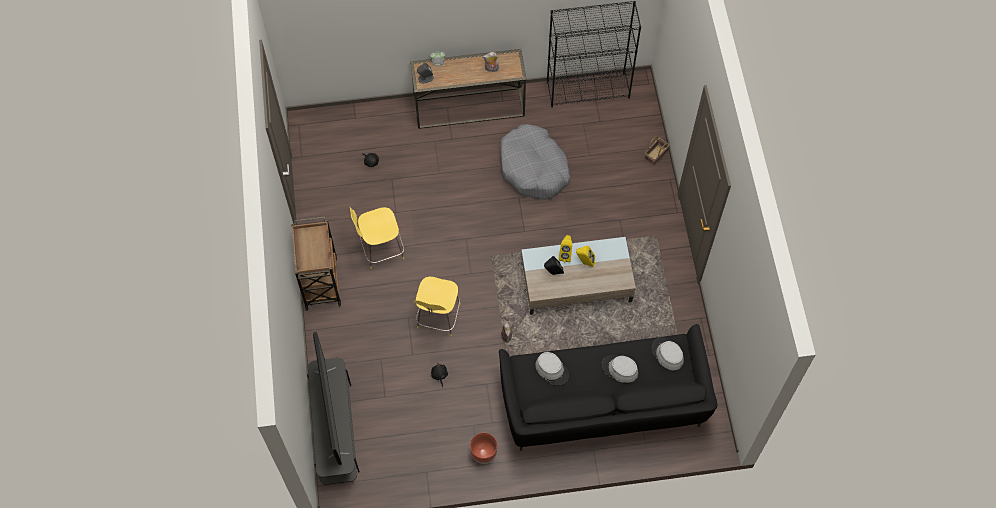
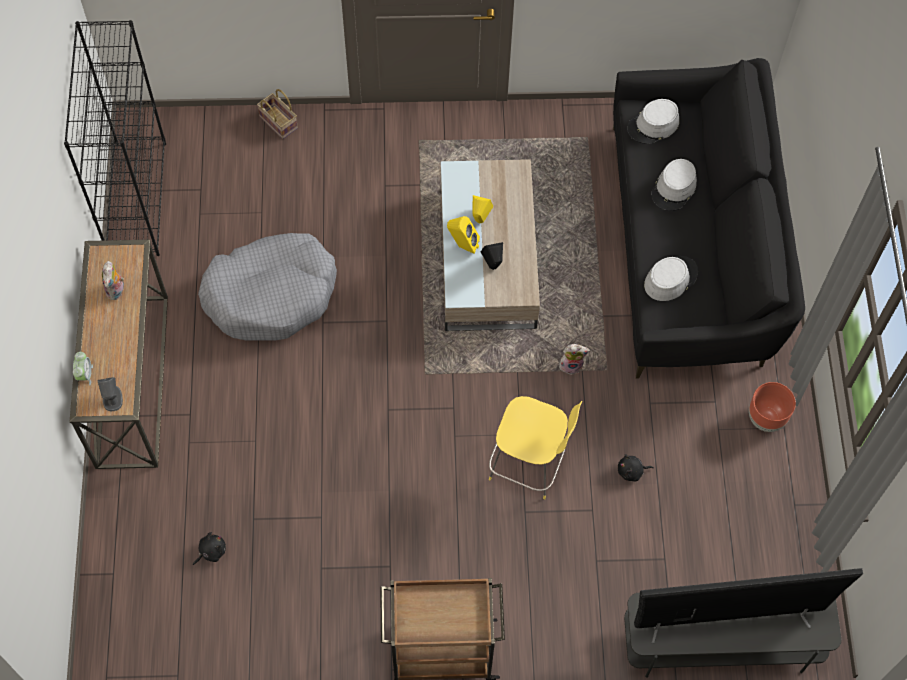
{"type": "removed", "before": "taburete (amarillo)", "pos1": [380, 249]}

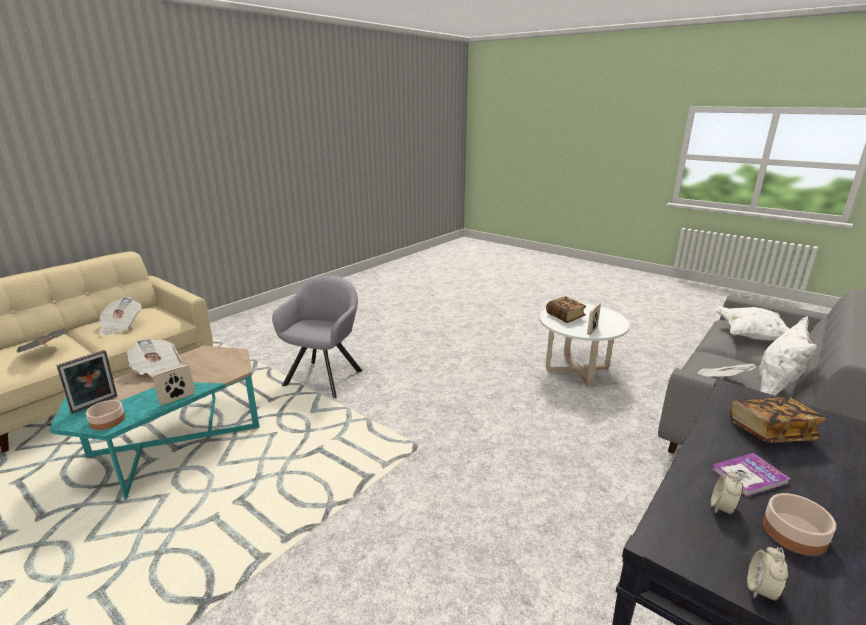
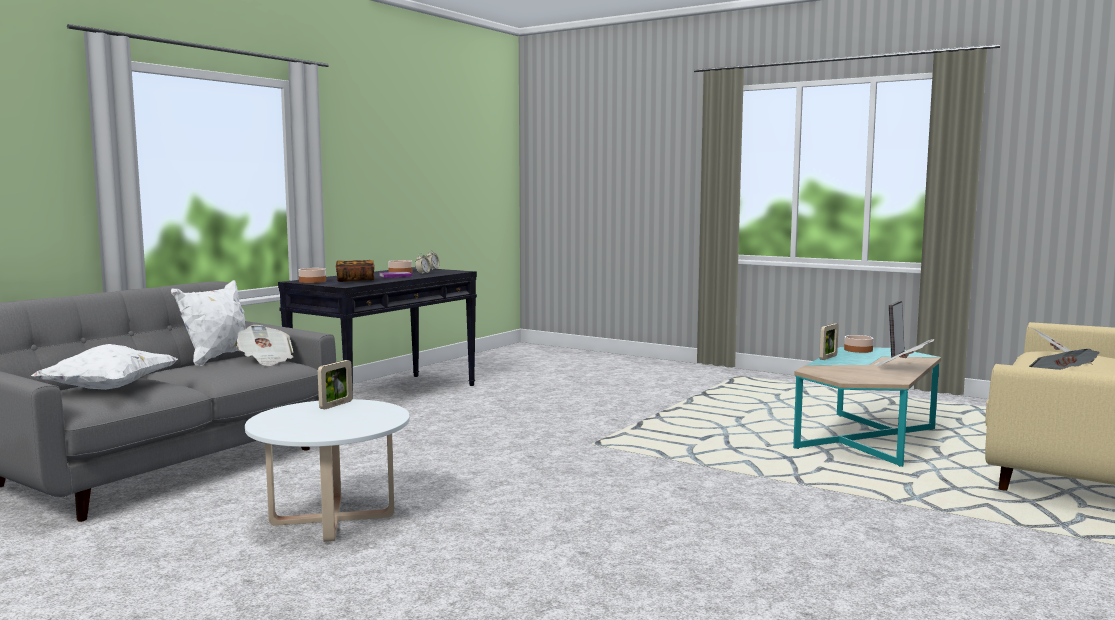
{"type": "removed", "before": "sillón (gris)", "pos1": [326, 376]}
{"type": "removed", "before": "libro", "pos1": [565, 316]}
{"type": "added", "after": "cuenco", "pos2": [312, 281]}

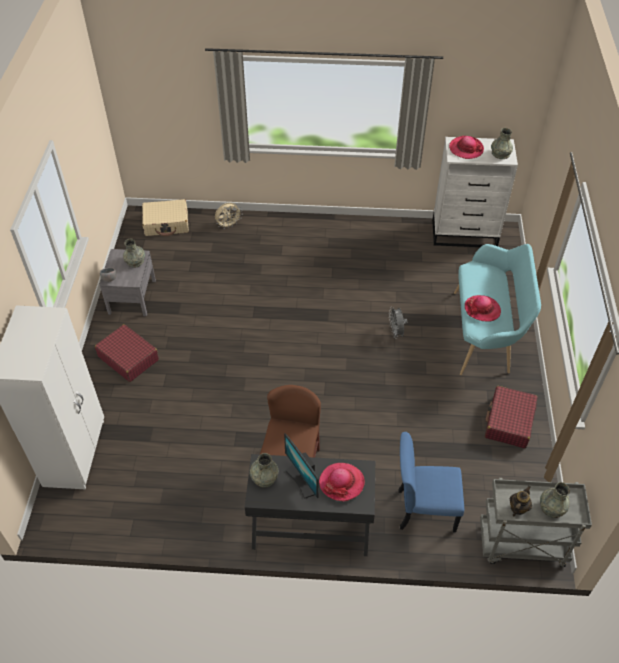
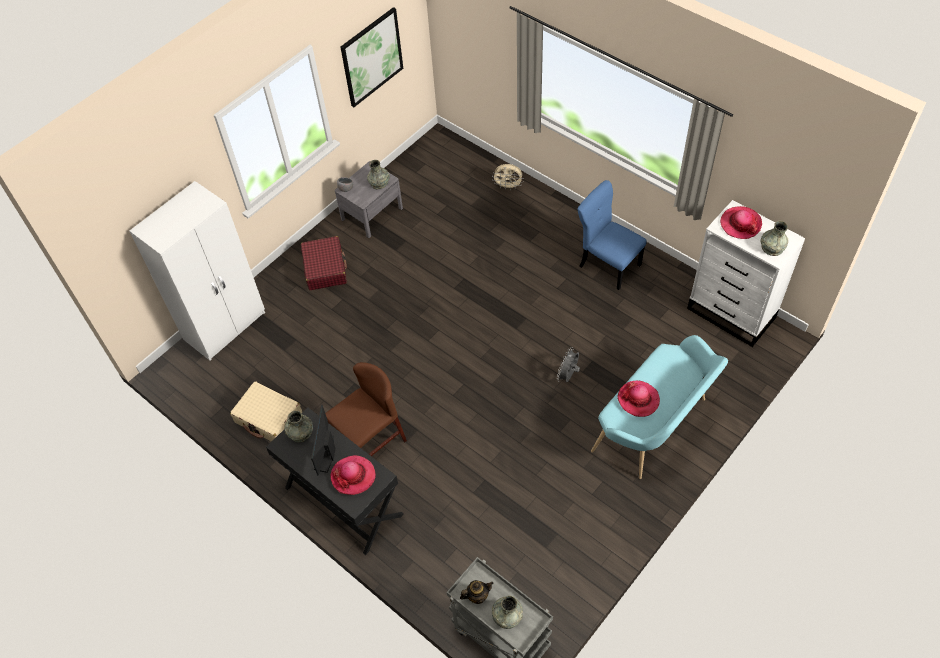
{"type": "removed", "before": "maleta (rojo)", "pos1": [509, 422]}
{"type": "added", "after": "cuadro", "pos2": [372, 57]}
{"type": "moved", "before": "maleta (beis)", "pos1": [166, 223], "pos2": [268, 418]}
{"type": "moved", "before": "silla (azul)", "pos1": [423, 509], "pos2": [607, 264]}

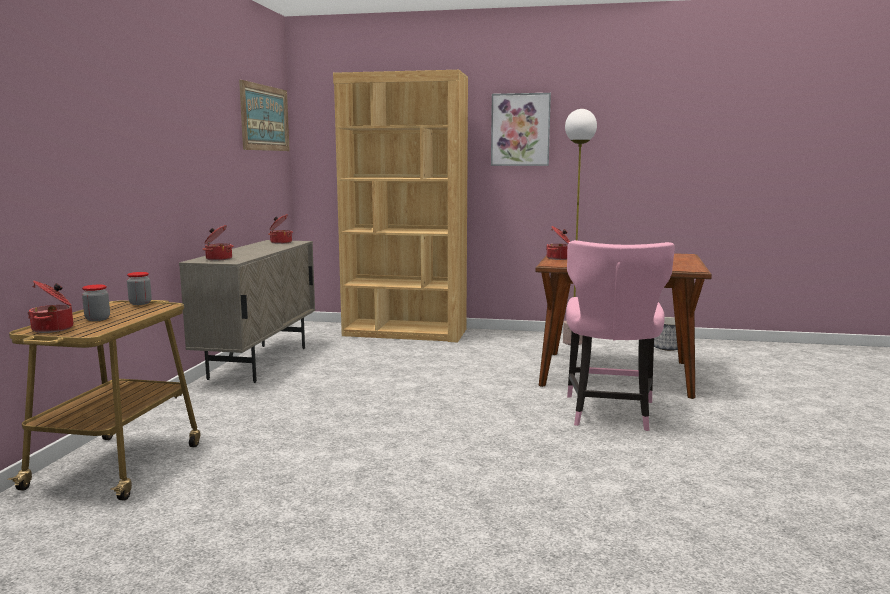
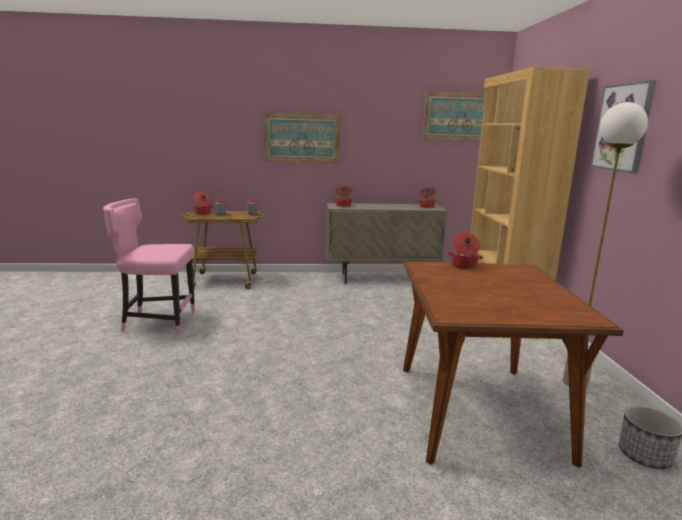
{"type": "added", "after": "cuadro", "pos2": [302, 138]}
{"type": "moved", "before": "silla (rosa)", "pos1": [609, 413], "pos2": [157, 322]}

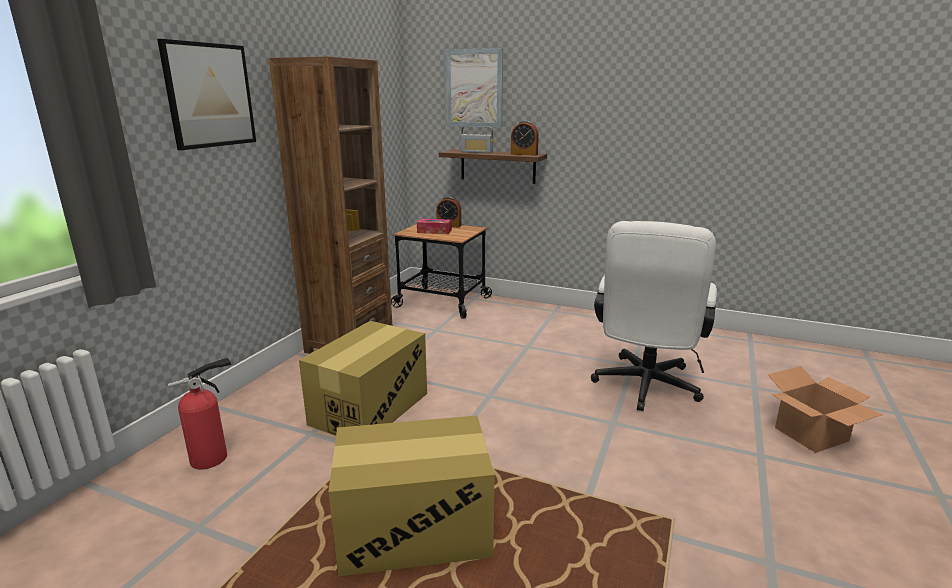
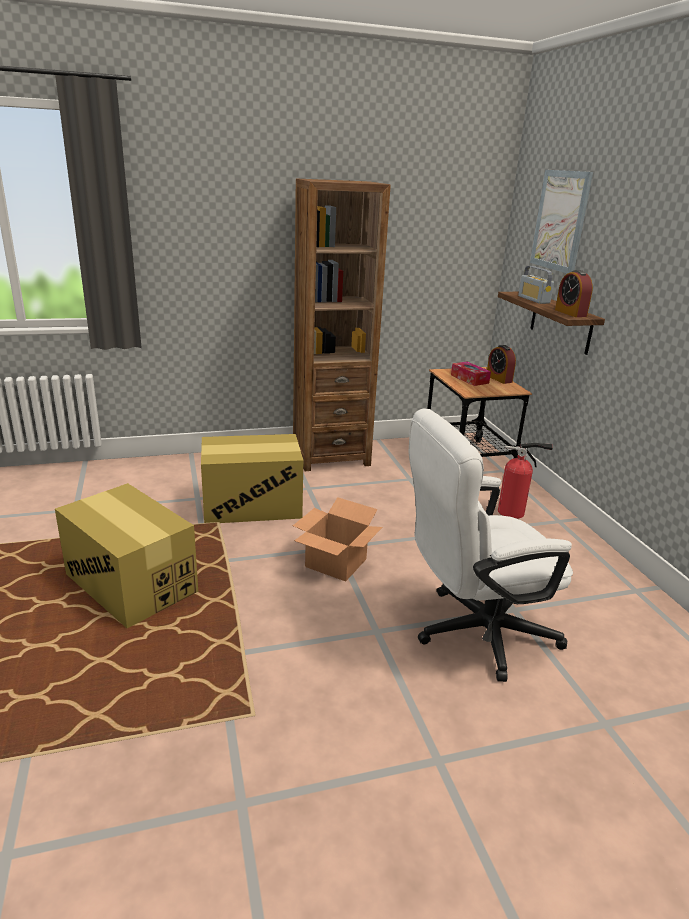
{"type": "removed", "before": "cuadro", "pos1": [210, 95]}
{"type": "moved", "before": "extintor", "pos1": [213, 457], "pos2": [514, 512]}
{"type": "moved", "before": "caja de cartón", "pos1": [811, 434], "pos2": [337, 563]}

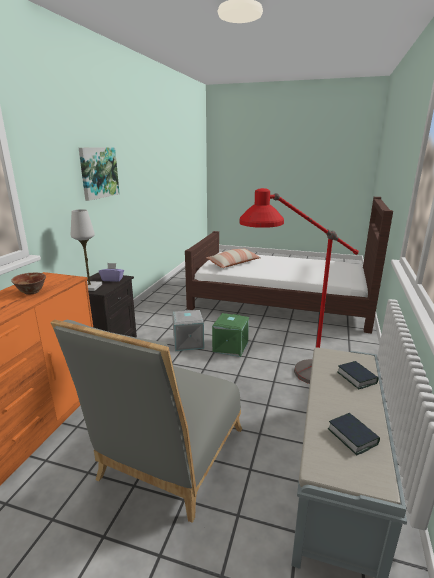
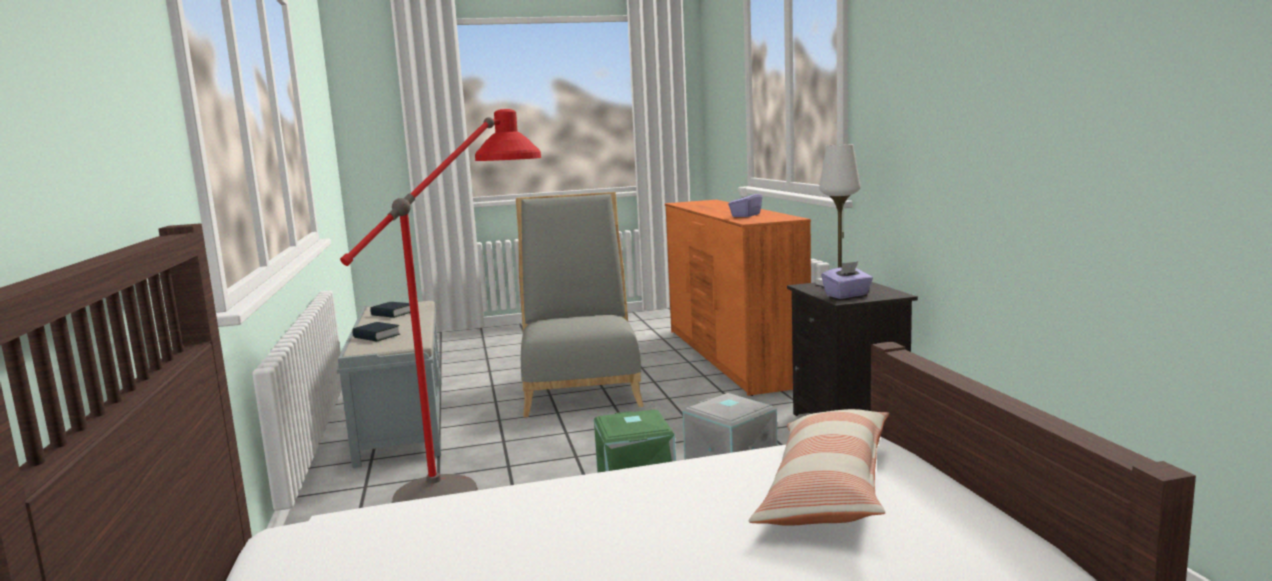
{"type": "removed", "before": "cuadro", "pos1": [98, 172]}
{"type": "replaced", "before": "cuenco", "after": "caja de pañuelos (morado)", "pos1": [31, 292], "pos2": [745, 215]}

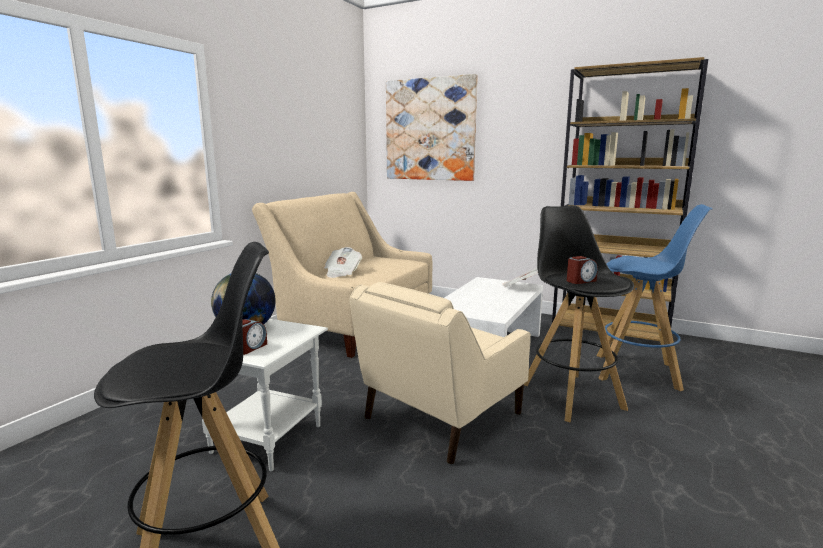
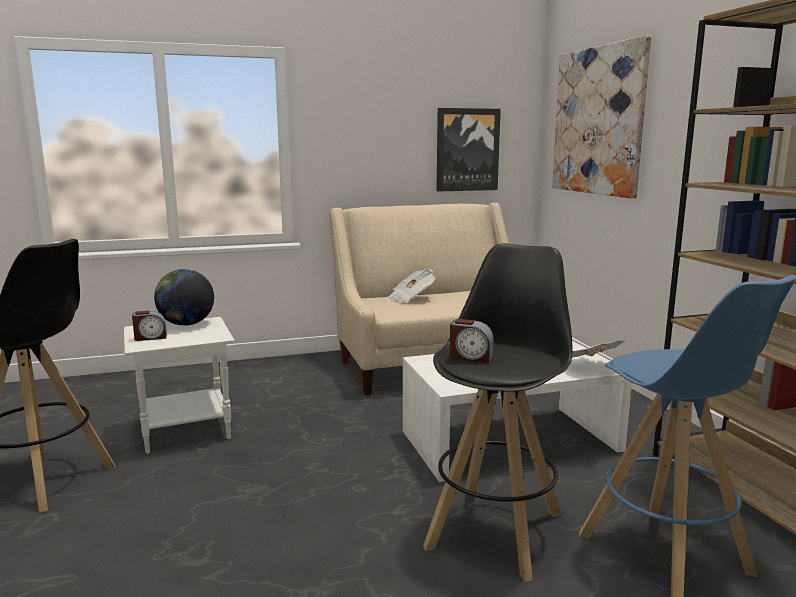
{"type": "removed", "before": "sillón (beis)", "pos1": [440, 417]}
{"type": "added", "after": "cuadro", "pos2": [467, 150]}

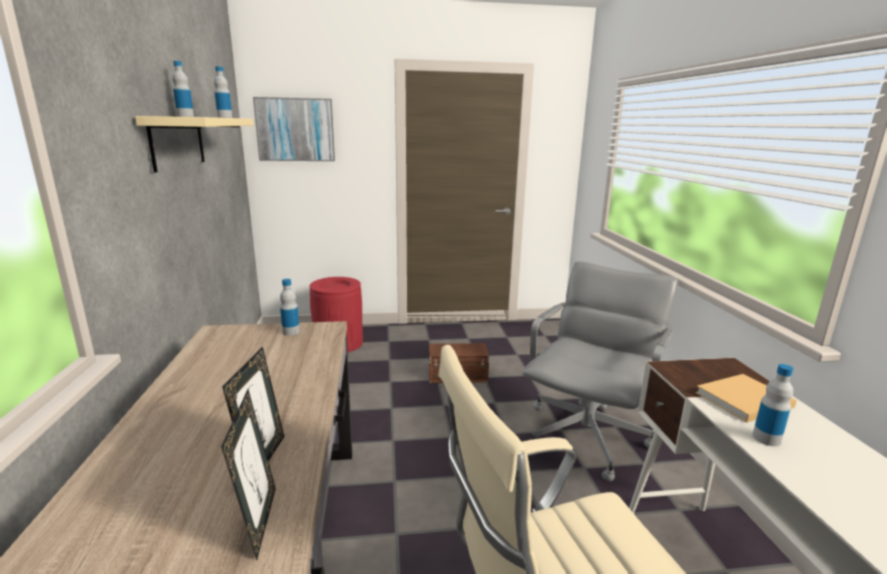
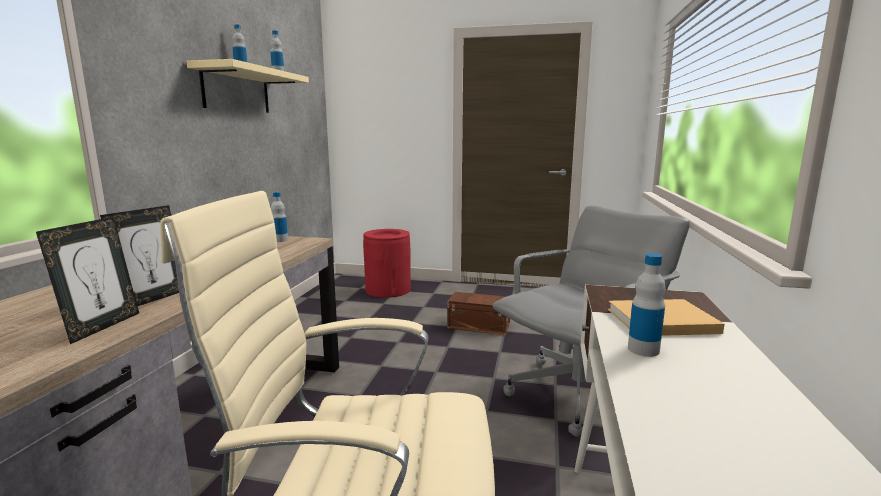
{"type": "removed", "before": "cuadro", "pos1": [295, 130]}

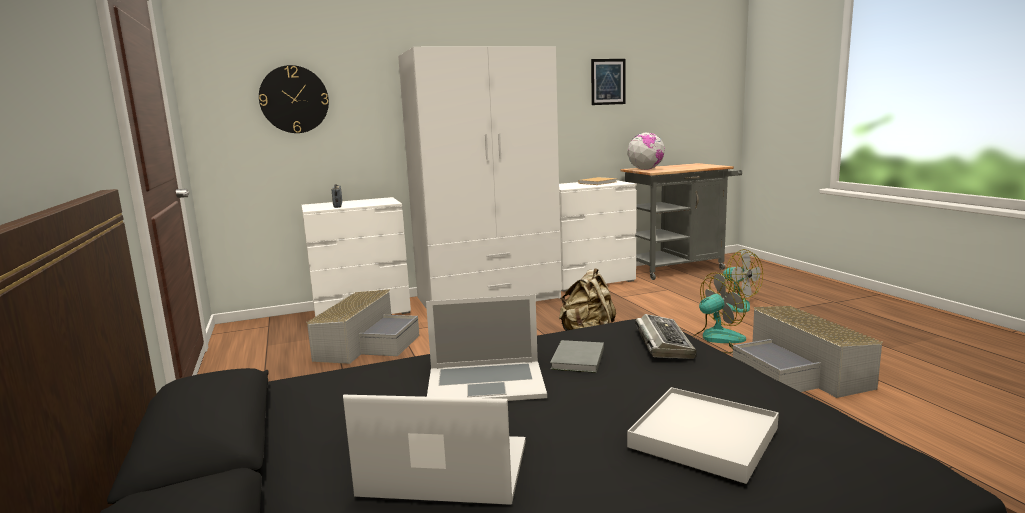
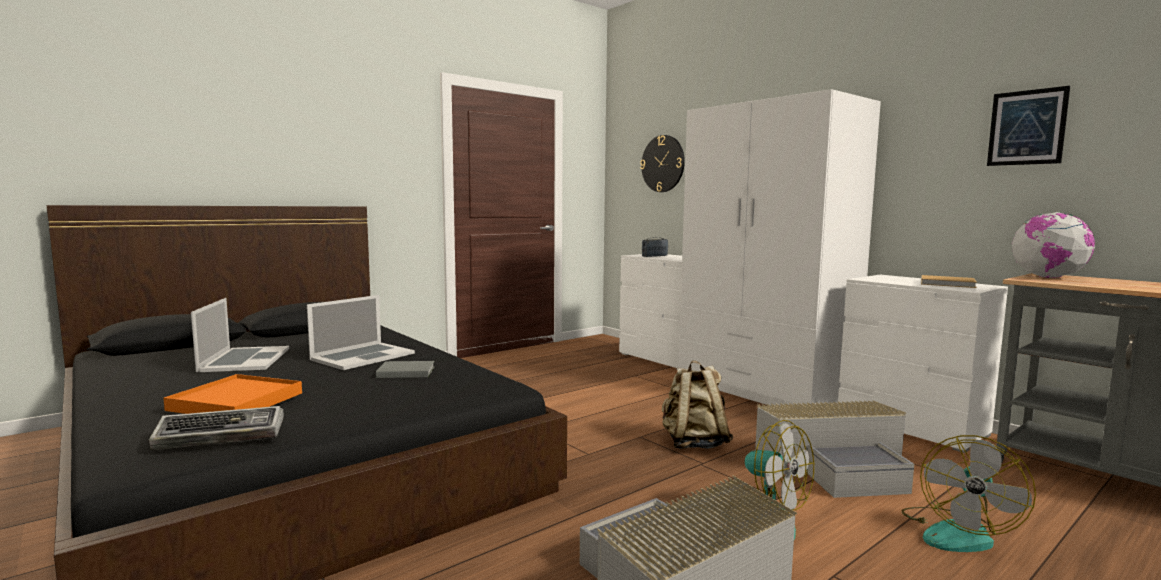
{"type": "moved", "before": "caja de almacenaje (gris)", "pos1": [367, 343], "pos2": [836, 467]}
{"type": "moved", "before": "teclado", "pos1": [663, 343], "pos2": [223, 435]}
{"type": "recoloured", "before": "bandeja (blanco)", "after": "bandeja (naranja)", "pos1": [703, 437], "pos2": [237, 401]}
{"type": "turned", "before": "portátil", "pos1": [486, 383], "pos2": [362, 356], "turn": -120}

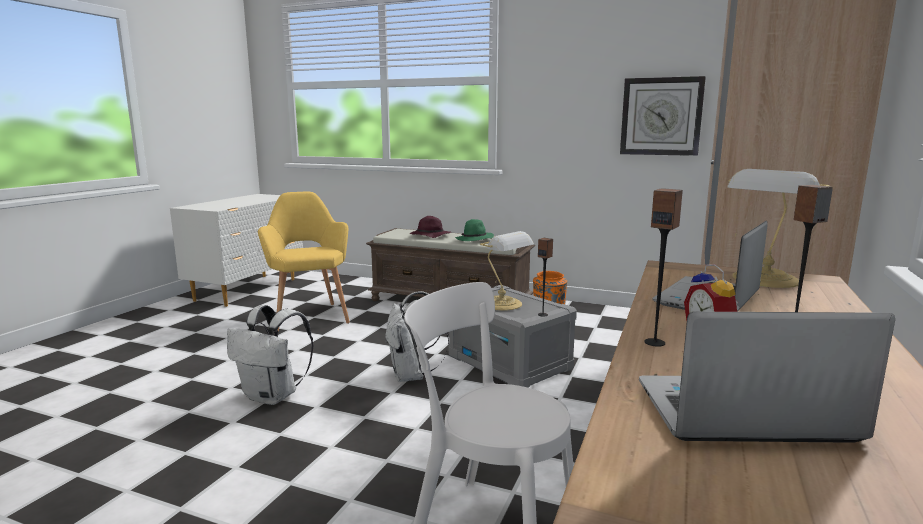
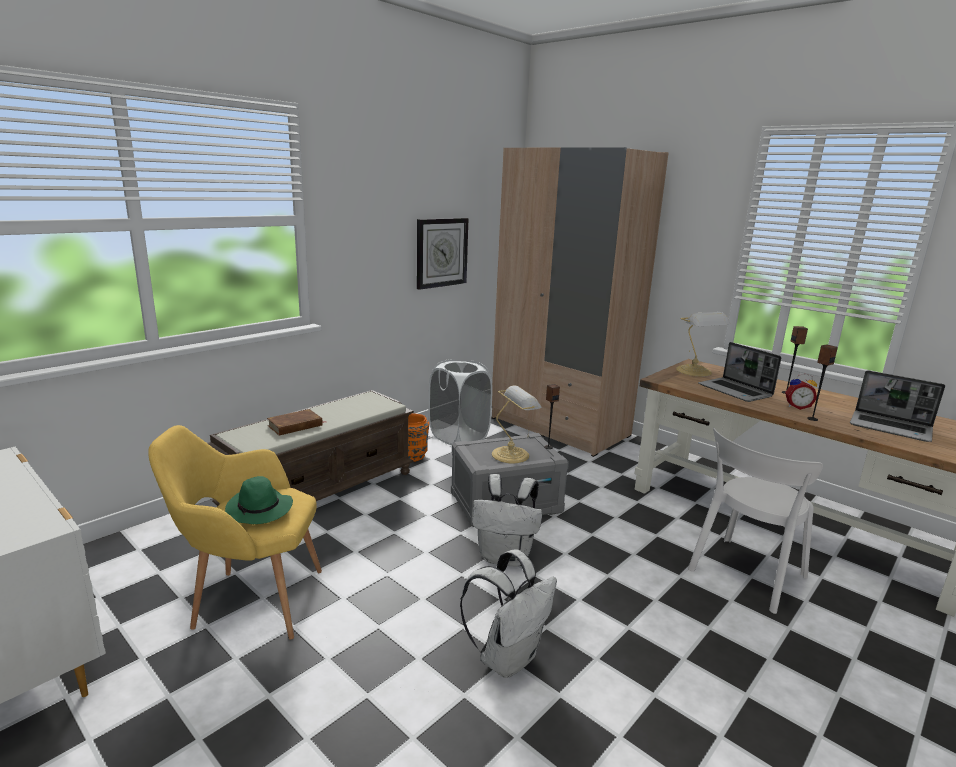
{"type": "added", "after": "cesto de la ropa (blanco)", "pos2": [458, 436]}
{"type": "moved", "before": "sombrero (verde)", "pos1": [474, 240], "pos2": [260, 510]}
{"type": "replaced", "before": "sombrero (morado)", "after": "libro (marrón)", "pos1": [429, 236], "pos2": [295, 425]}
{"type": "turned", "before": "portátil", "pos1": [741, 414], "pos2": [891, 428], "turn": -75}

